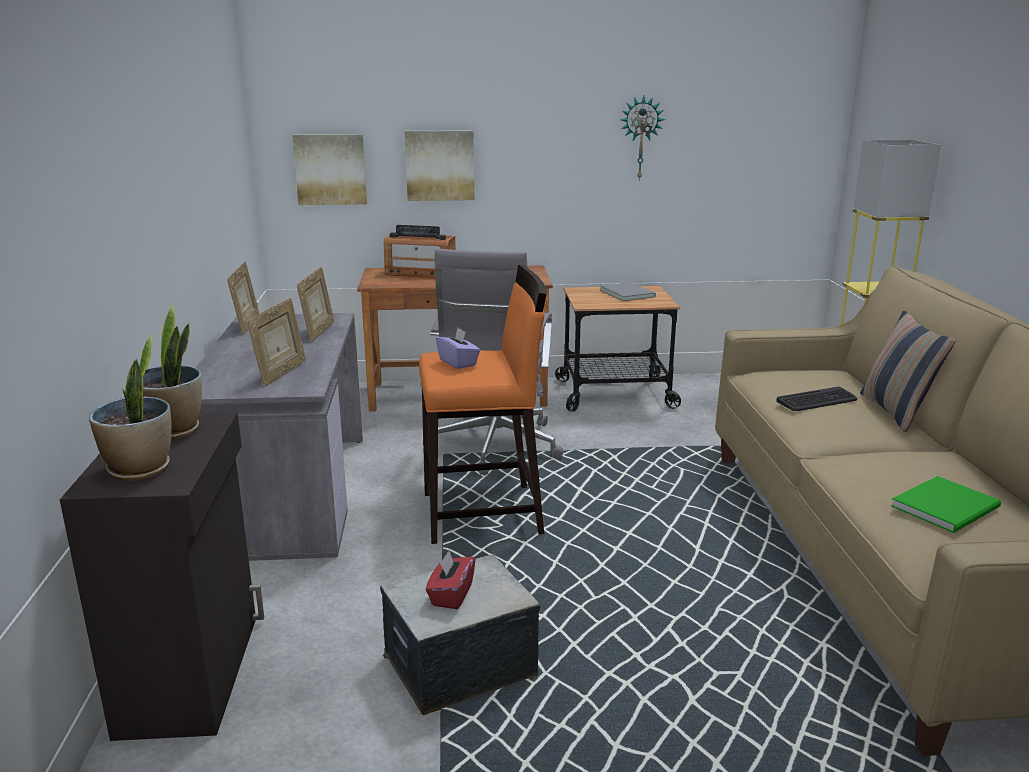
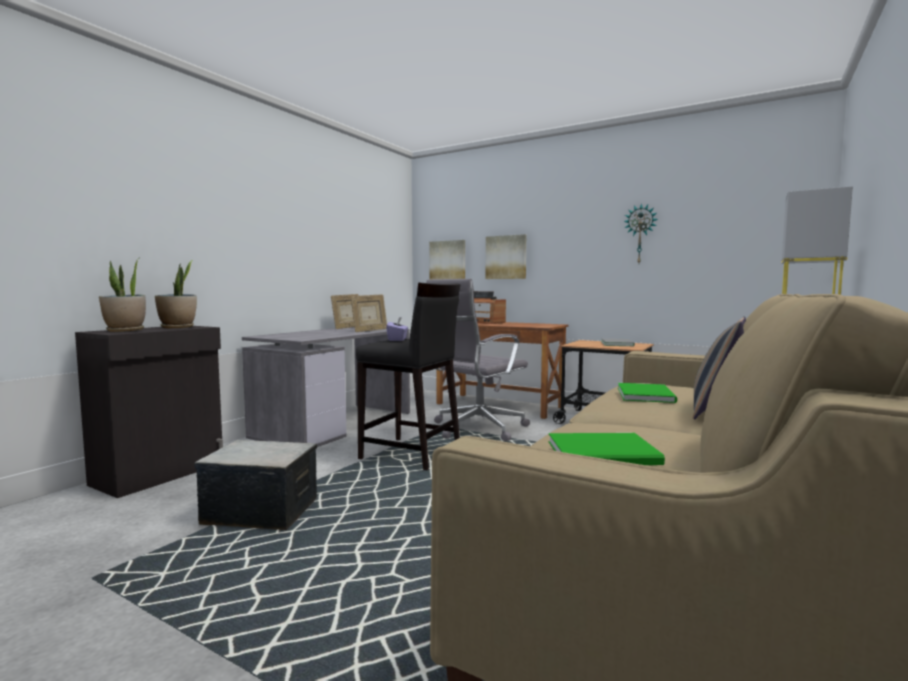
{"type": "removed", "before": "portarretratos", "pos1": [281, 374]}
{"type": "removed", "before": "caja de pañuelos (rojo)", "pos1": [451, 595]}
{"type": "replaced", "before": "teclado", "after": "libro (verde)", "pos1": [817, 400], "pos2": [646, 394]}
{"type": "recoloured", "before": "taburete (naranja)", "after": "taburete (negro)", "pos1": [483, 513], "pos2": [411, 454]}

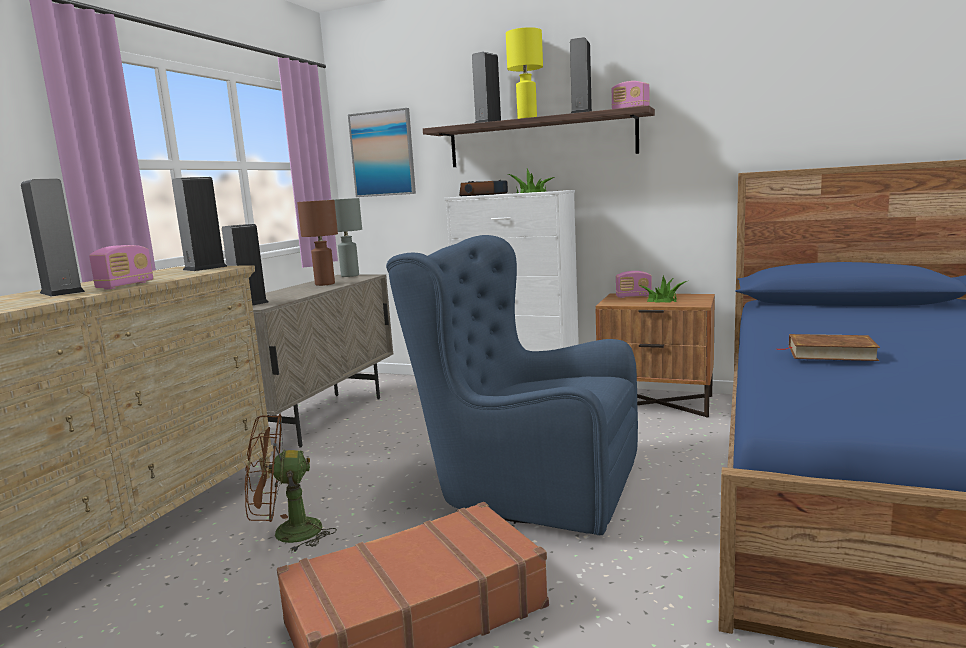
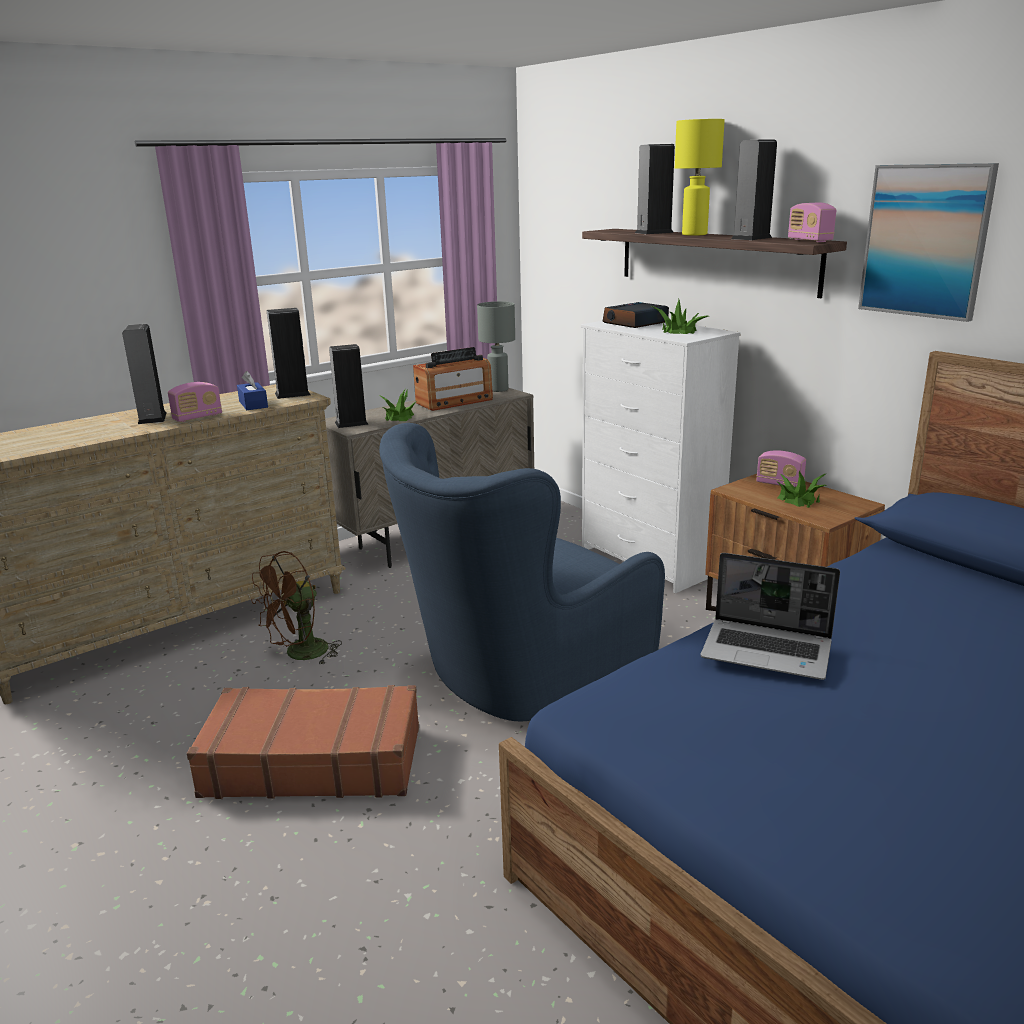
{"type": "added", "after": "caja de pañuelos (azul)", "pos2": [253, 404]}
{"type": "added", "after": "planta en maceta", "pos2": [400, 417]}
{"type": "moved", "before": "cuadro", "pos1": [383, 154], "pos2": [925, 241]}
{"type": "replaced", "before": "lámpara de mesa (marrón)", "after": "radio", "pos1": [325, 284], "pos2": [454, 401]}
{"type": "replaced", "before": "libro (marrón)", "after": "portátil", "pos1": [830, 353], "pos2": [768, 651]}
{"type": "turned", "before": "ventilador (marrón)", "pos1": [286, 534], "pos2": [299, 655], "turn": -60}
{"type": "turned", "before": "sillón (azul)", "pos1": [523, 486], "pos2": [520, 675], "turn": -90}

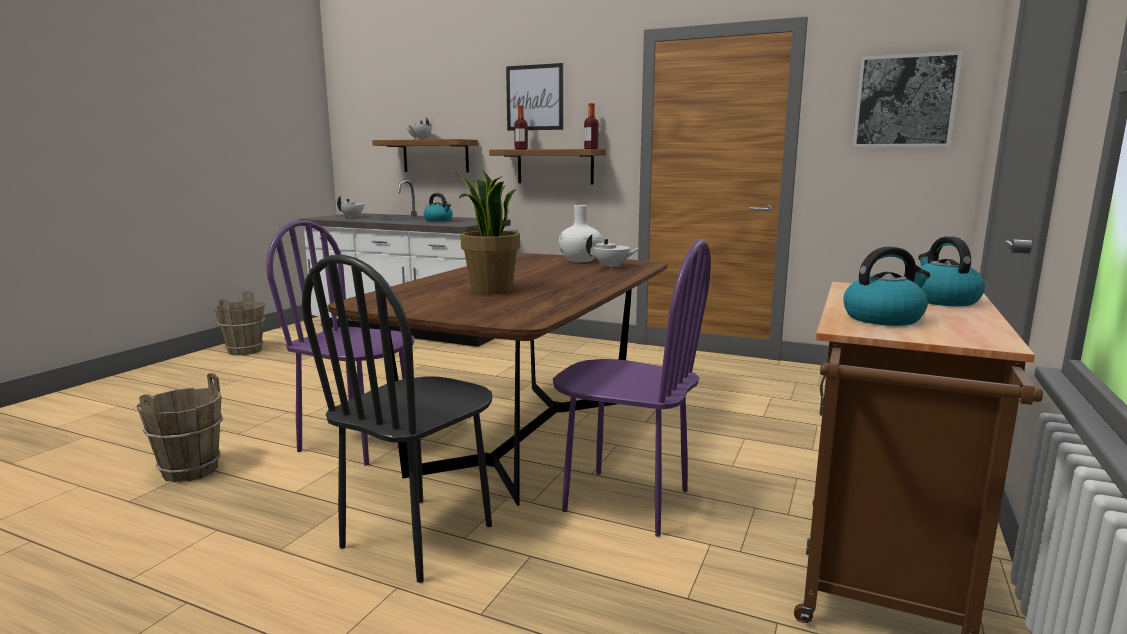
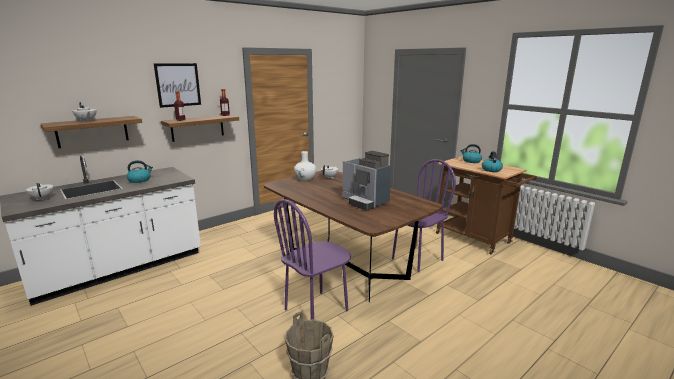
{"type": "removed", "before": "cubo (marrón)", "pos1": [245, 351]}
{"type": "removed", "before": "silla (negro)", "pos1": [418, 536]}
{"type": "removed", "before": "cuadro", "pos1": [904, 101]}
{"type": "replaced", "before": "planta en maceta", "after": "cafetera", "pos1": [490, 290], "pos2": [365, 202]}

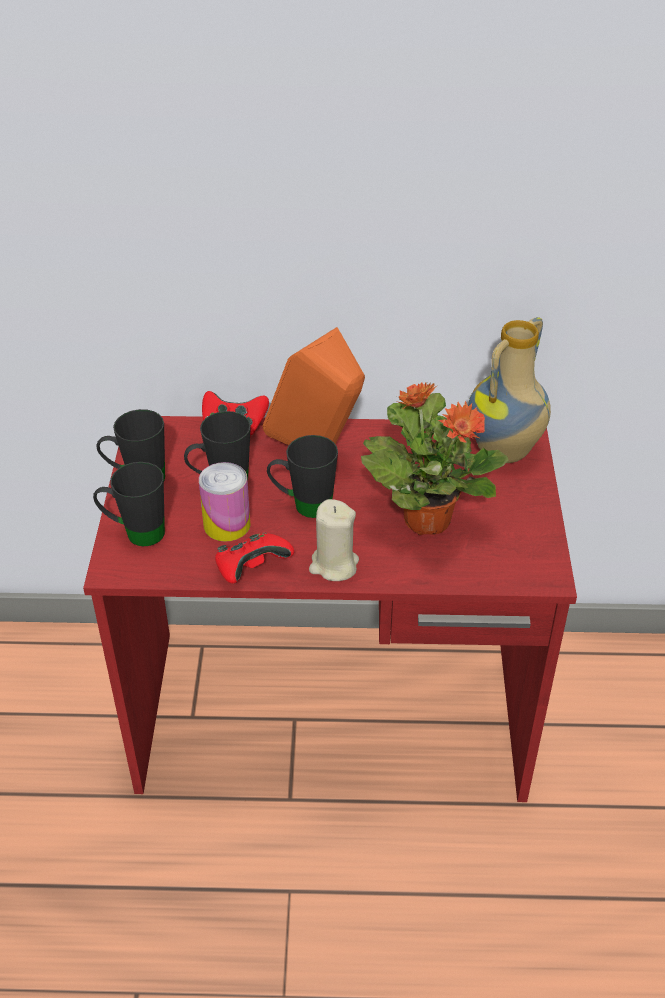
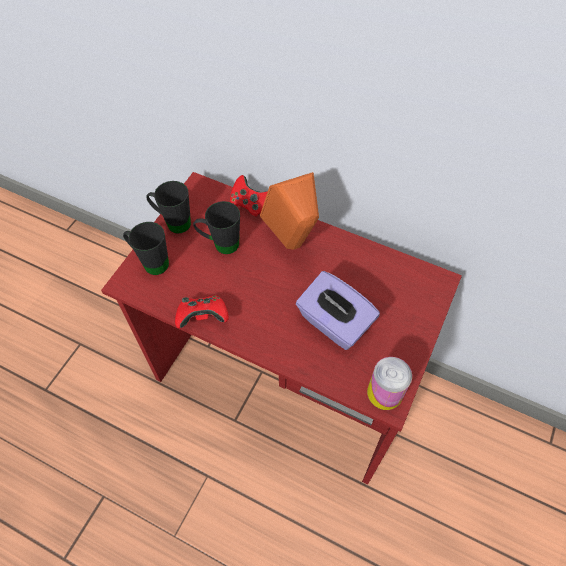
{"type": "removed", "before": "taza grande (negro)", "pos1": [303, 505]}
{"type": "removed", "before": "vela (beis)", "pos1": [333, 565]}
{"type": "removed", "before": "florero", "pos1": [504, 452]}
{"type": "moved", "before": "lata", "pos1": [227, 524], "pos2": [385, 392]}
{"type": "replaced", "before": "planta en maceta", "after": "caja de pañuelos (morado)", "pos1": [426, 519], "pos2": [334, 323]}

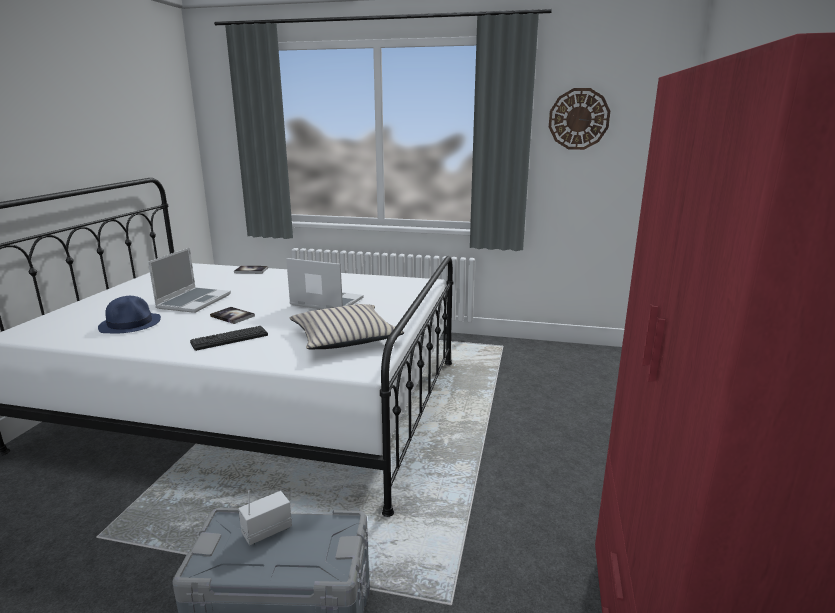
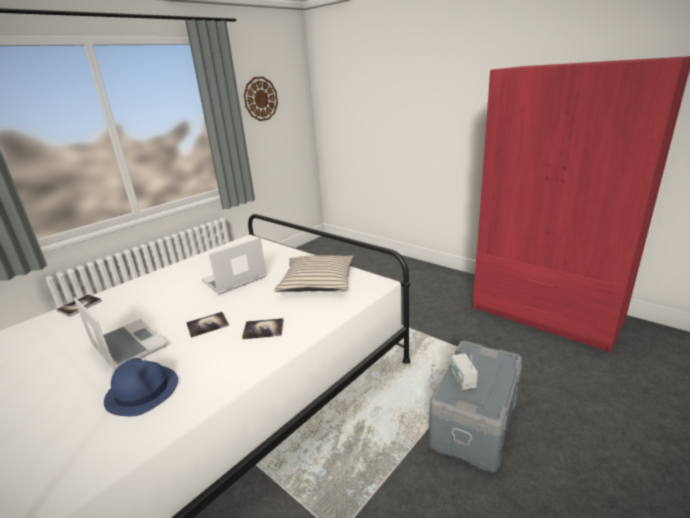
{"type": "replaced", "before": "teclado", "after": "libro", "pos1": [229, 339], "pos2": [263, 329]}

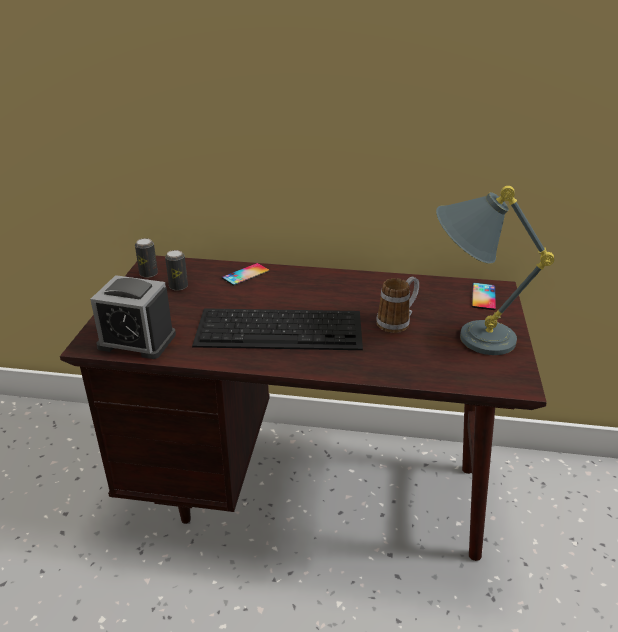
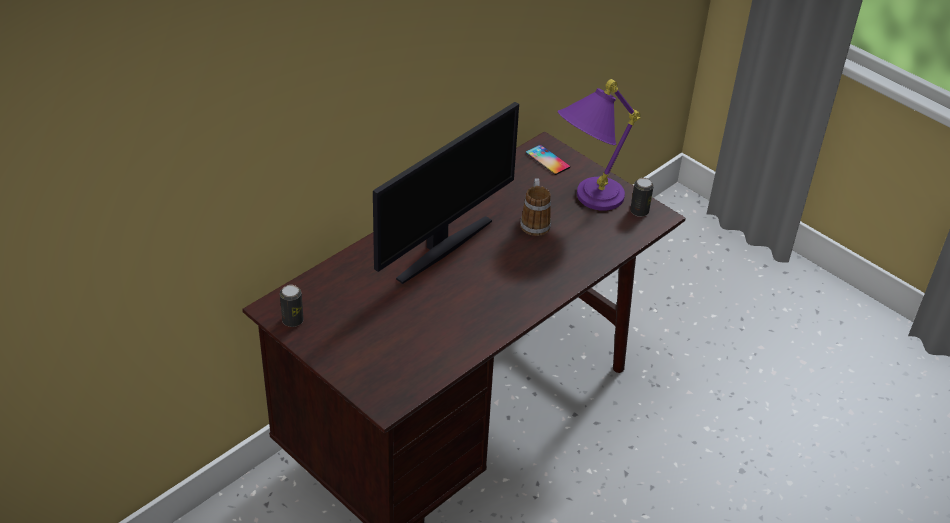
{"type": "removed", "before": "despertador", "pos1": [137, 341]}
{"type": "removed", "before": "teclado", "pos1": [281, 328]}
{"type": "removed", "before": "móvil", "pos1": [245, 274]}
{"type": "added", "after": "monitor", "pos2": [442, 247]}
{"type": "moved", "before": "lata", "pos1": [178, 286], "pos2": [639, 211]}
{"type": "recoloured", "before": "lámpara de mesa (gris)", "after": "lámpara de mesa (morado)", "pos1": [466, 336], "pos2": [586, 202]}

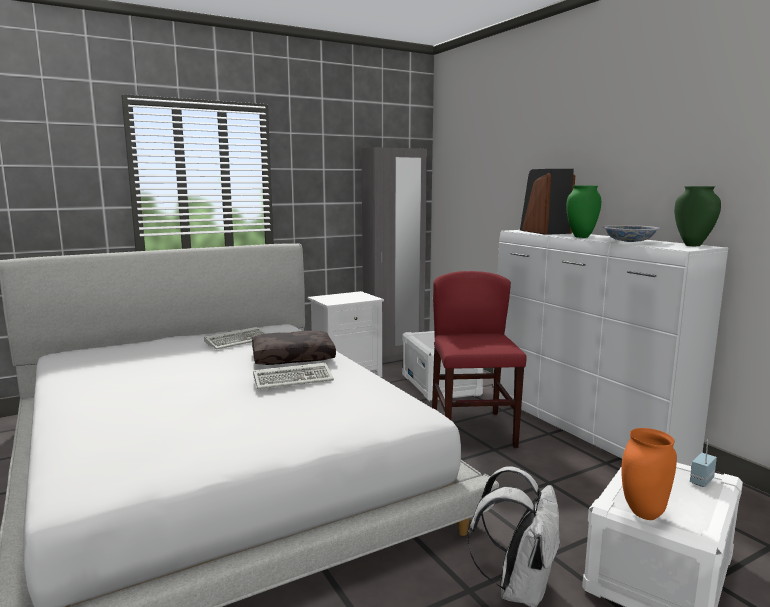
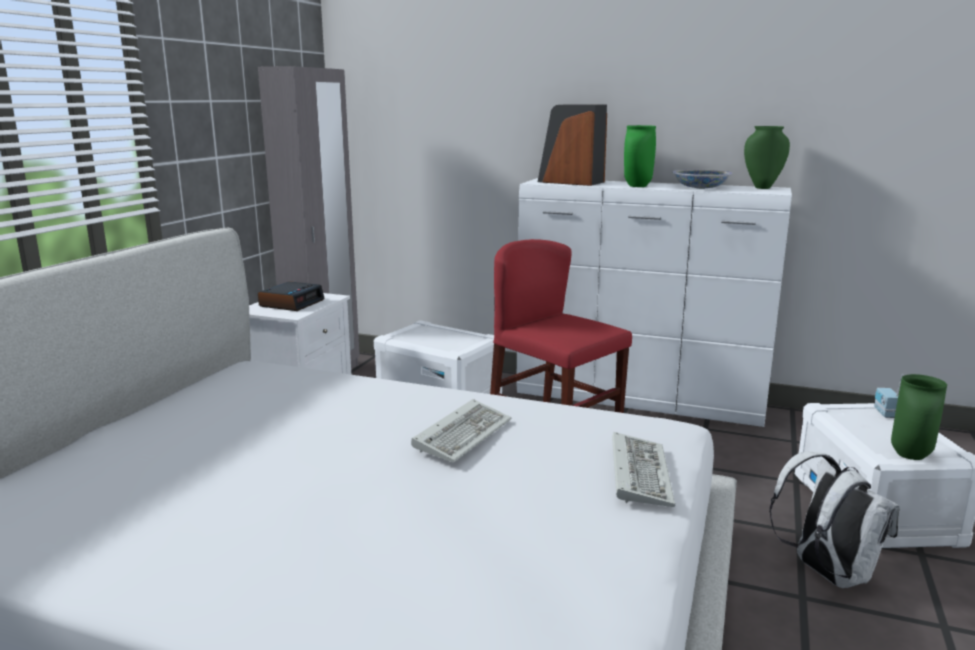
{"type": "removed", "before": "cojín (marrón)", "pos1": [293, 357]}
{"type": "added", "after": "despertador", "pos2": [291, 303]}
{"type": "moved", "before": "teclado", "pos1": [239, 341], "pos2": [638, 472]}
{"type": "recoloured", "before": "florero (naranja)", "after": "florero (verde)", "pos1": [644, 514], "pos2": [911, 456]}

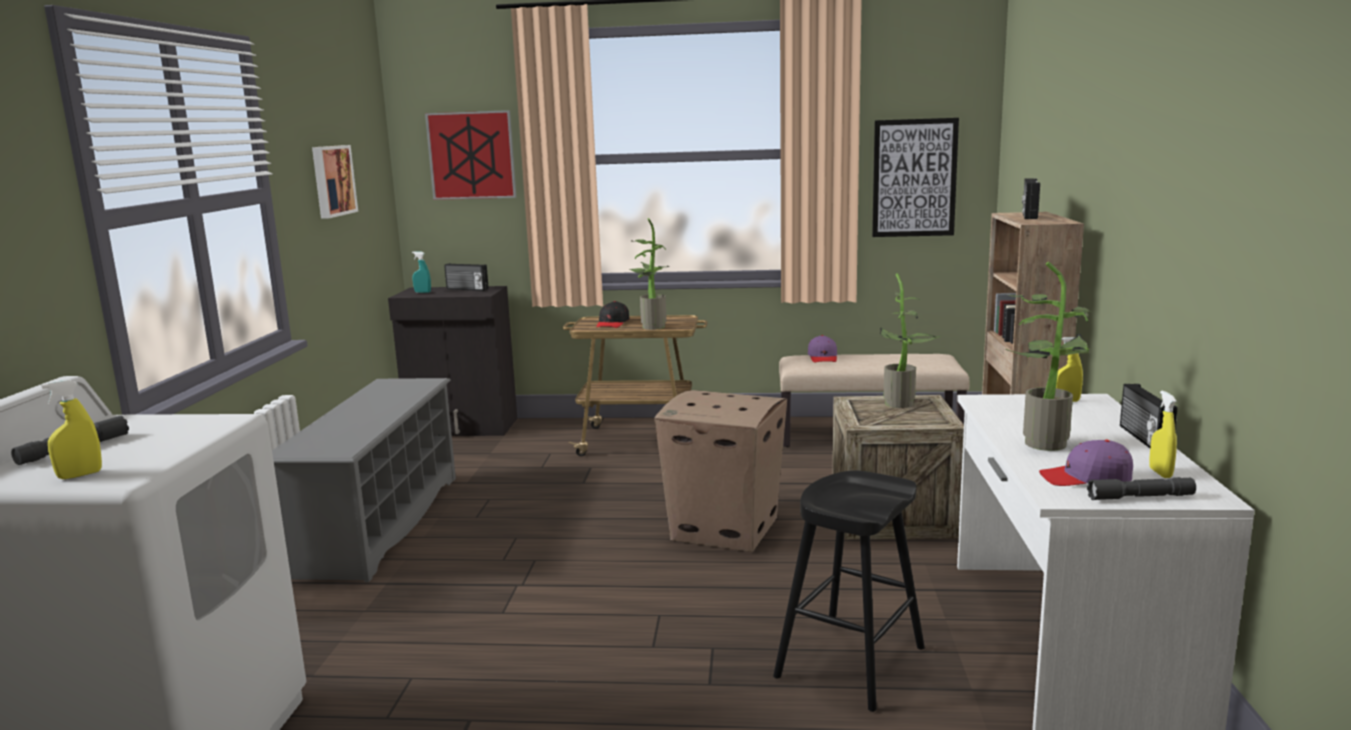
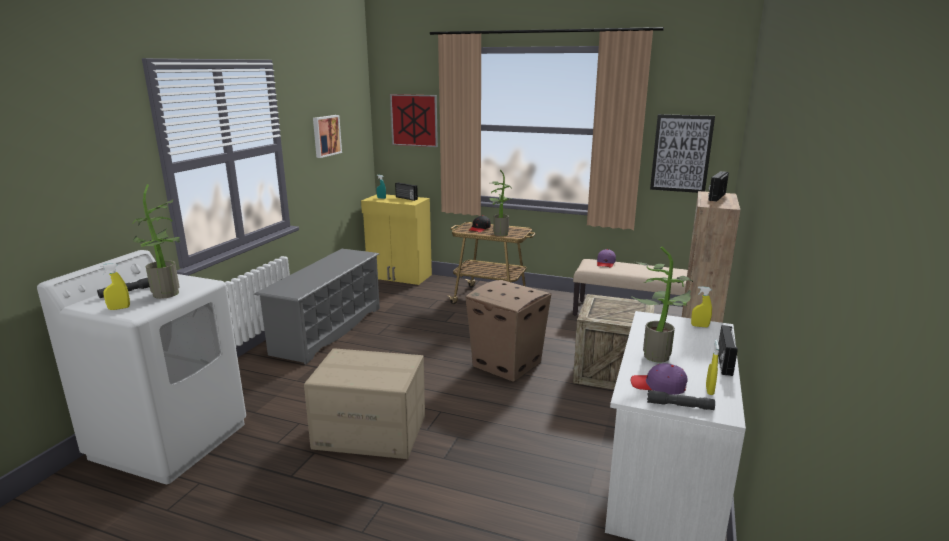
{"type": "removed", "before": "taburete (negro)", "pos1": [850, 662]}
{"type": "added", "after": "caja de cartón", "pos2": [371, 431]}
{"type": "moved", "before": "planta en maceta", "pos1": [904, 403], "pos2": [169, 294]}
{"type": "recoloured", "before": "armario (negro)", "after": "armario (amarillo)", "pos1": [462, 427], "pos2": [399, 276]}

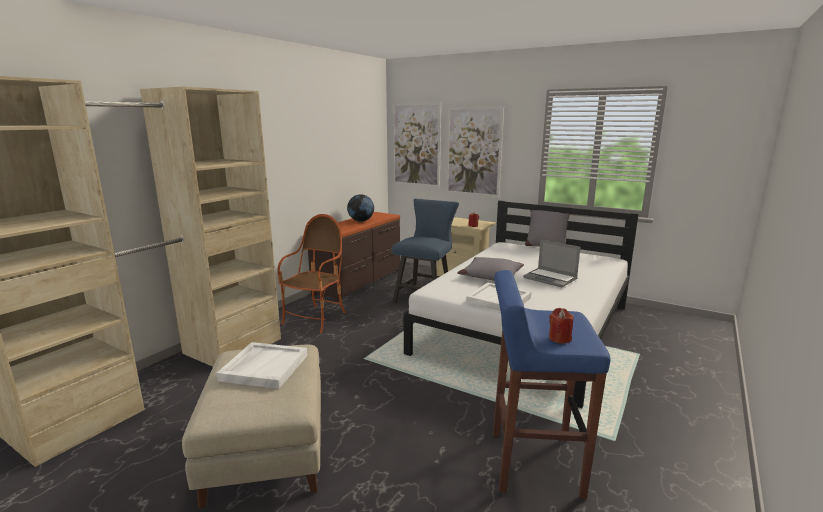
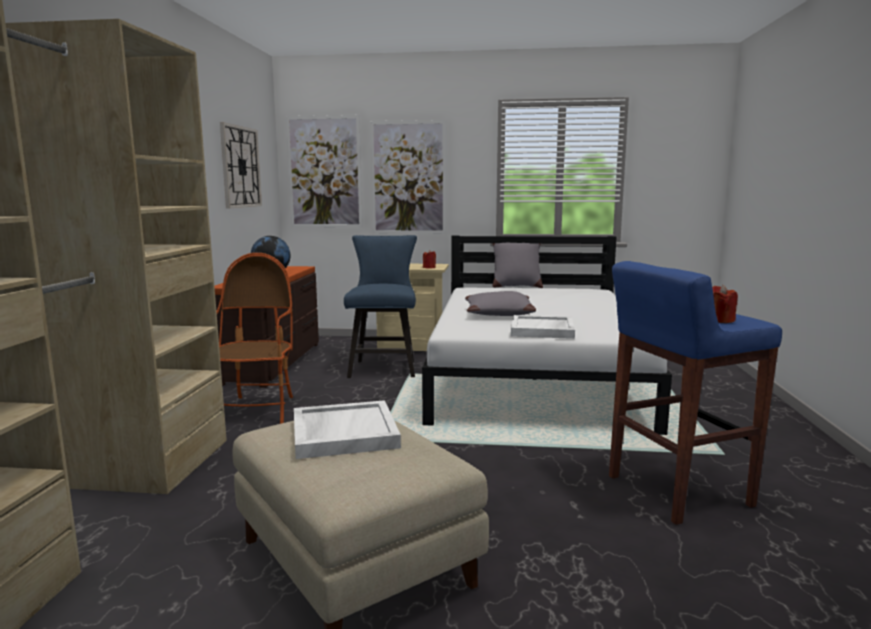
{"type": "removed", "before": "portátil", "pos1": [551, 278]}
{"type": "added", "after": "reloj de pared", "pos2": [240, 167]}

